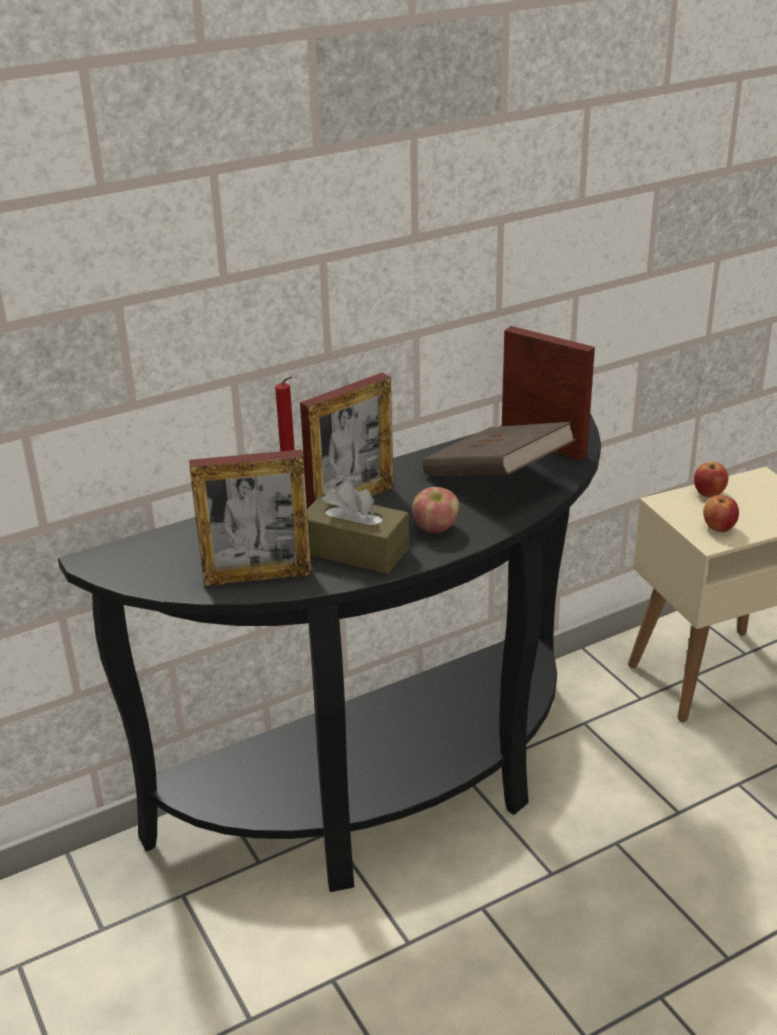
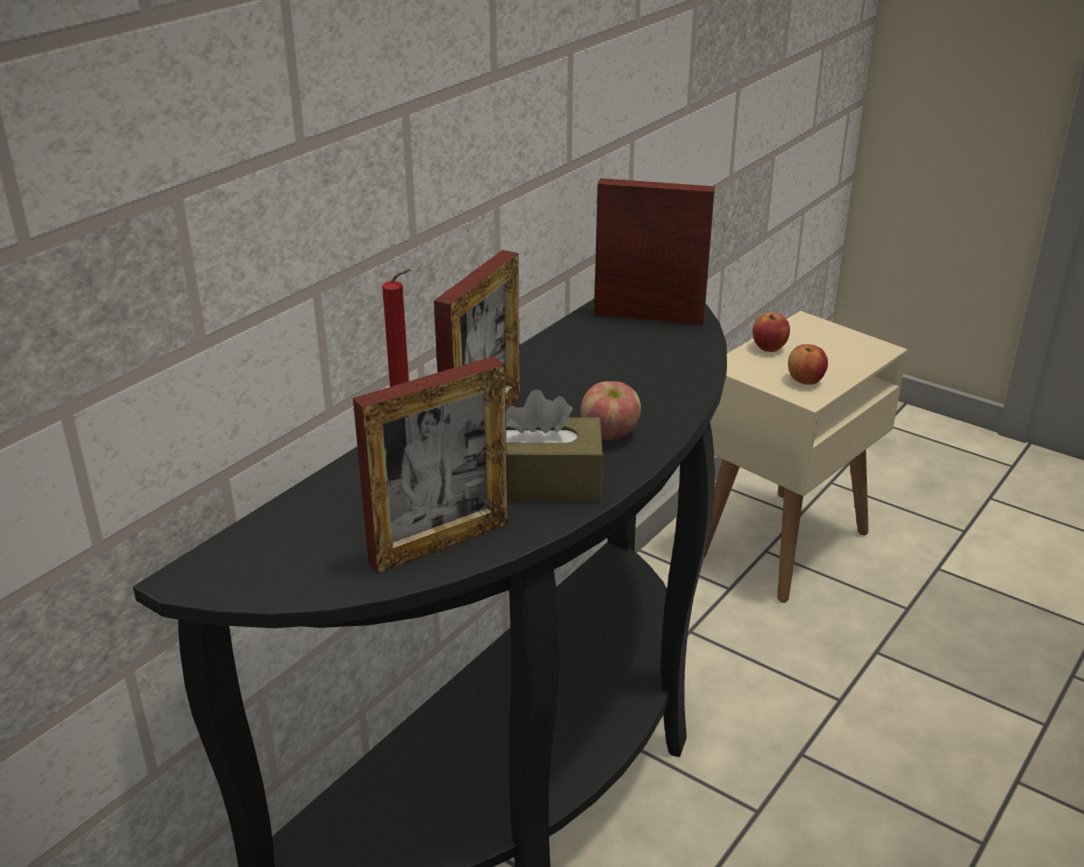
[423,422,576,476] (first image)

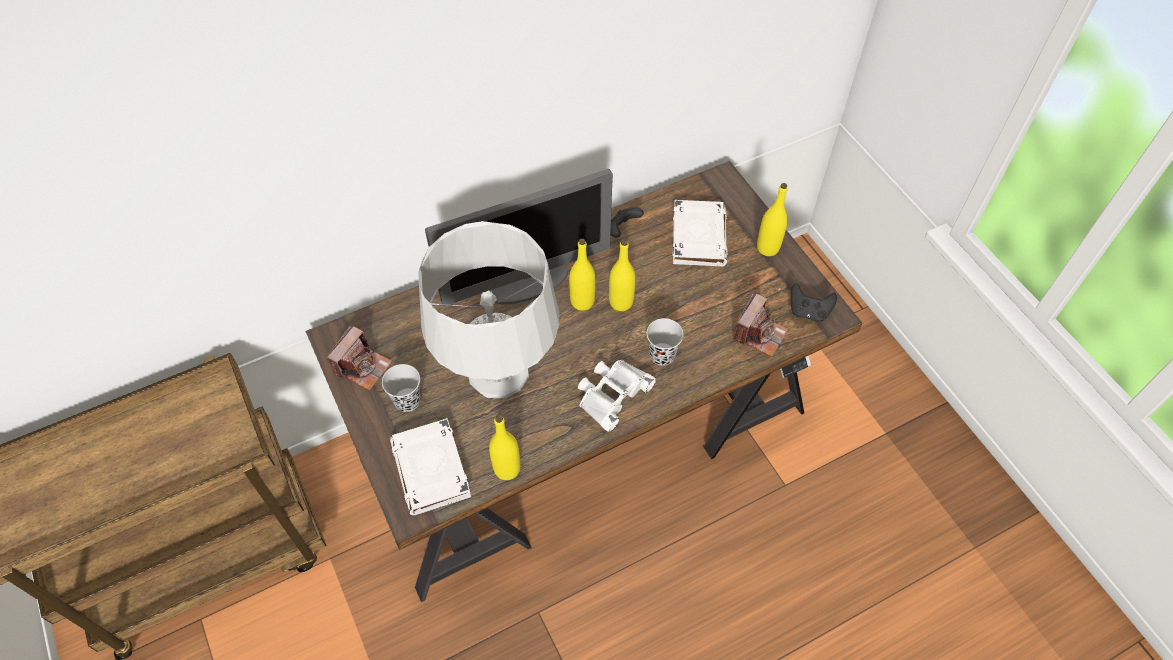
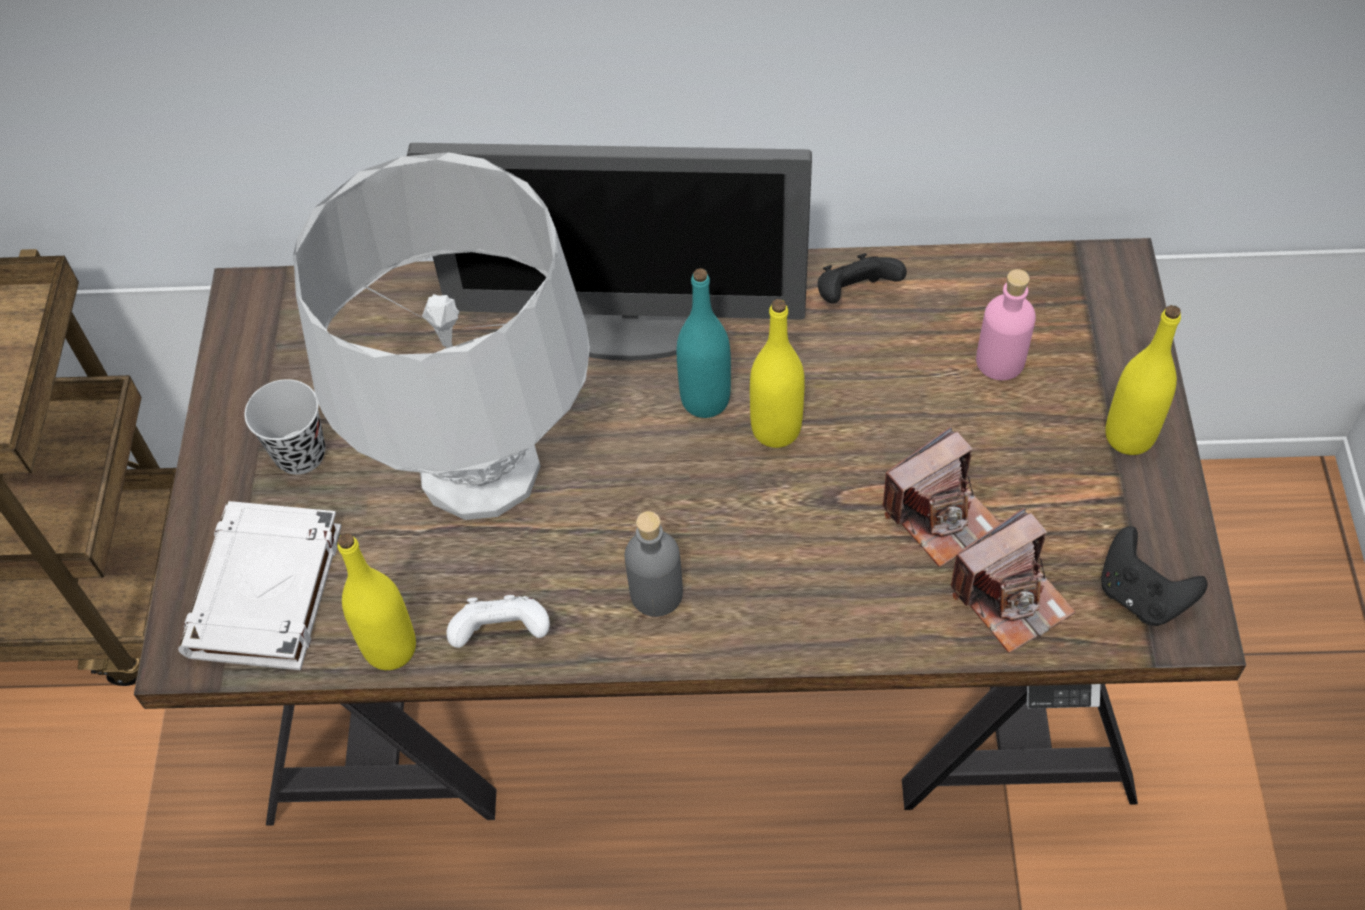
[976,269,1036,380]
[677,268,731,418]
[646,318,683,366] (first image)
[882,427,1001,567]
[625,511,683,617]
[447,595,550,648]

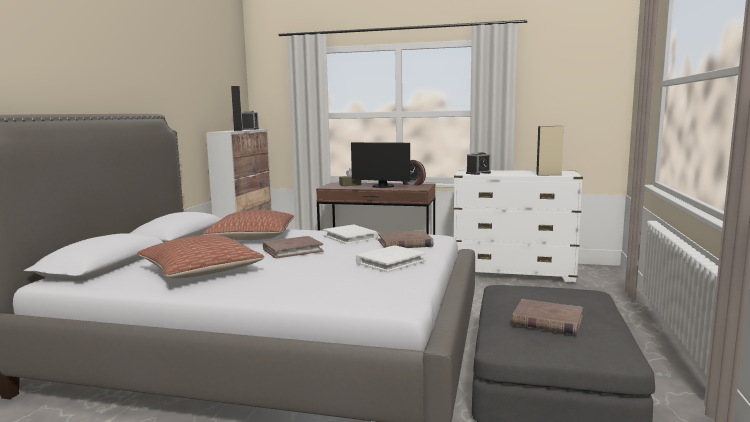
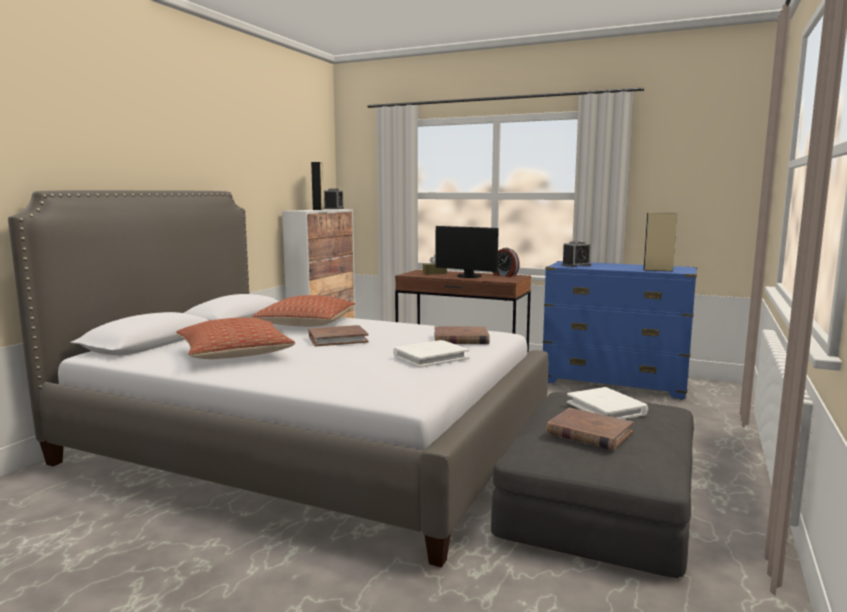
[543,261,697,399]
[567,387,648,419]

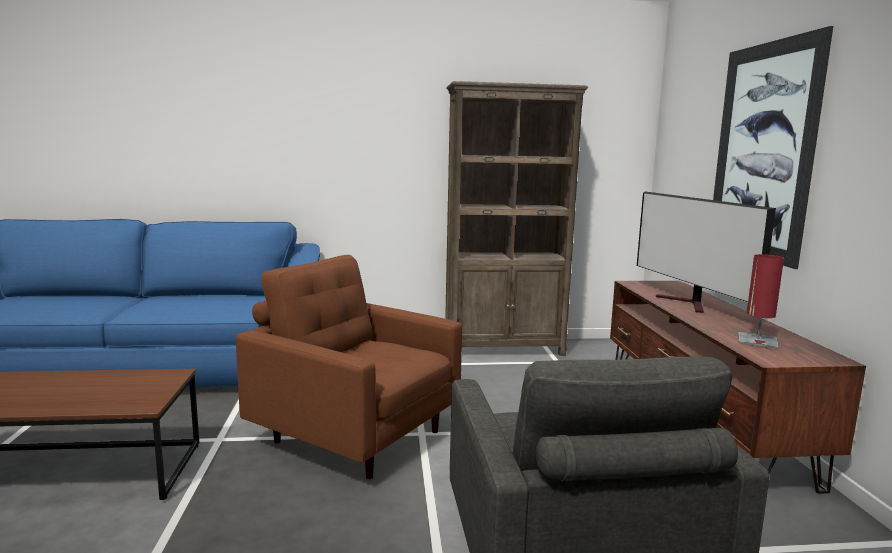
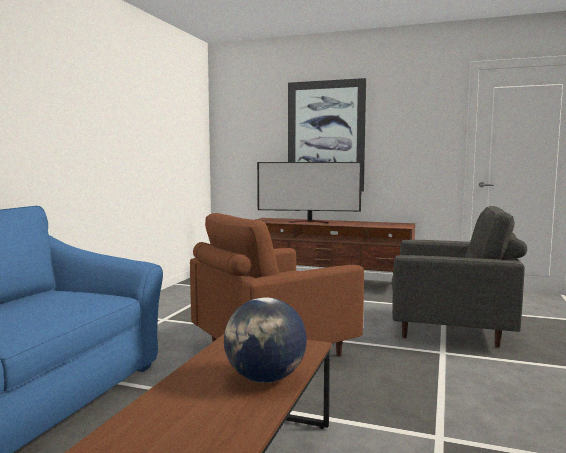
[445,81,588,356] (first image)
[738,254,784,349] (first image)
[224,297,307,383]

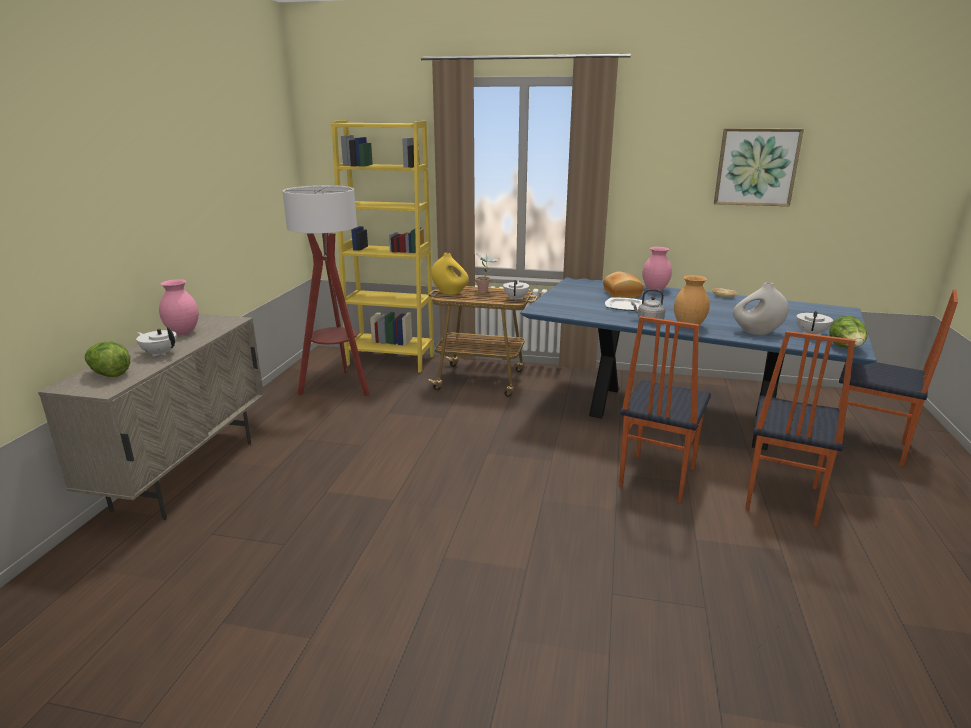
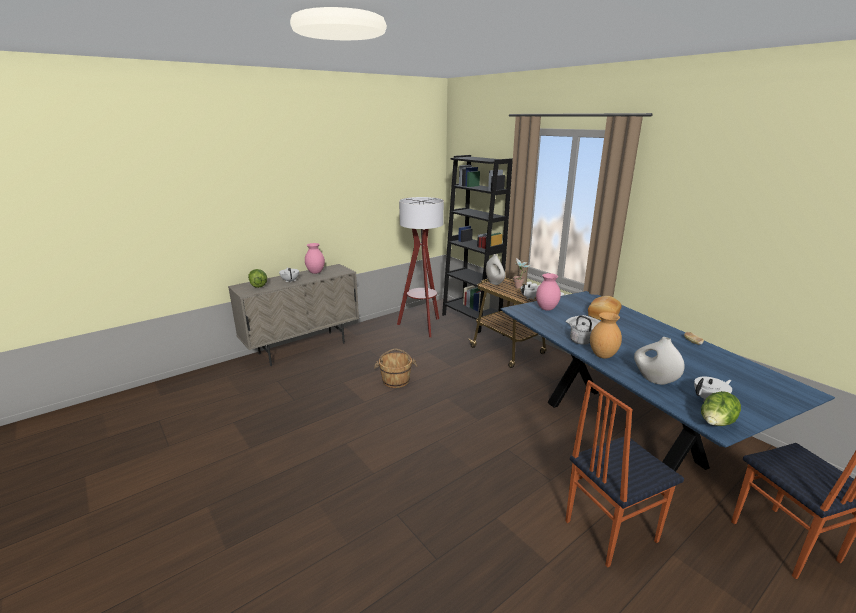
[442,155,513,333]
[714,128,804,206] (first image)
[536,273,561,311]
[486,254,505,285]
[619,316,711,503] (first image)
[374,349,417,388]

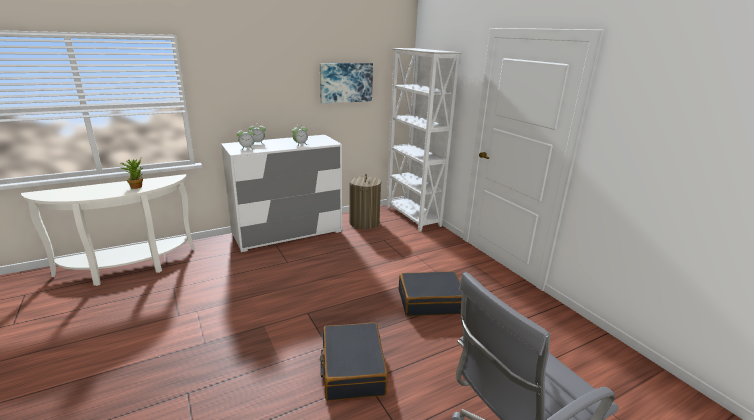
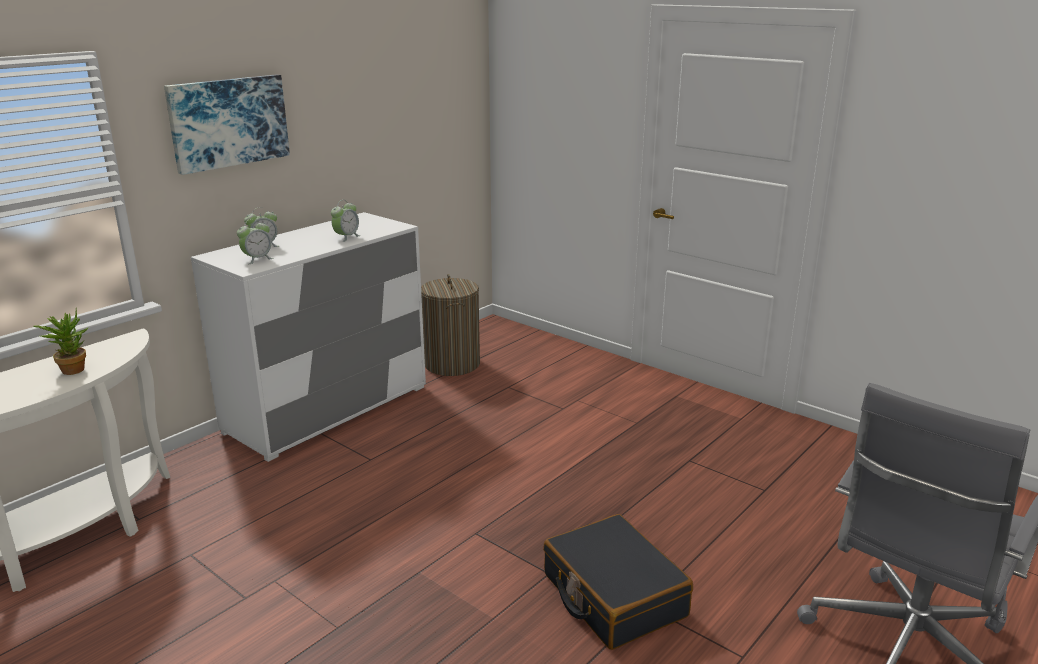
[387,48,462,232] (first image)
[164,74,290,175]
[399,271,462,316] (first image)

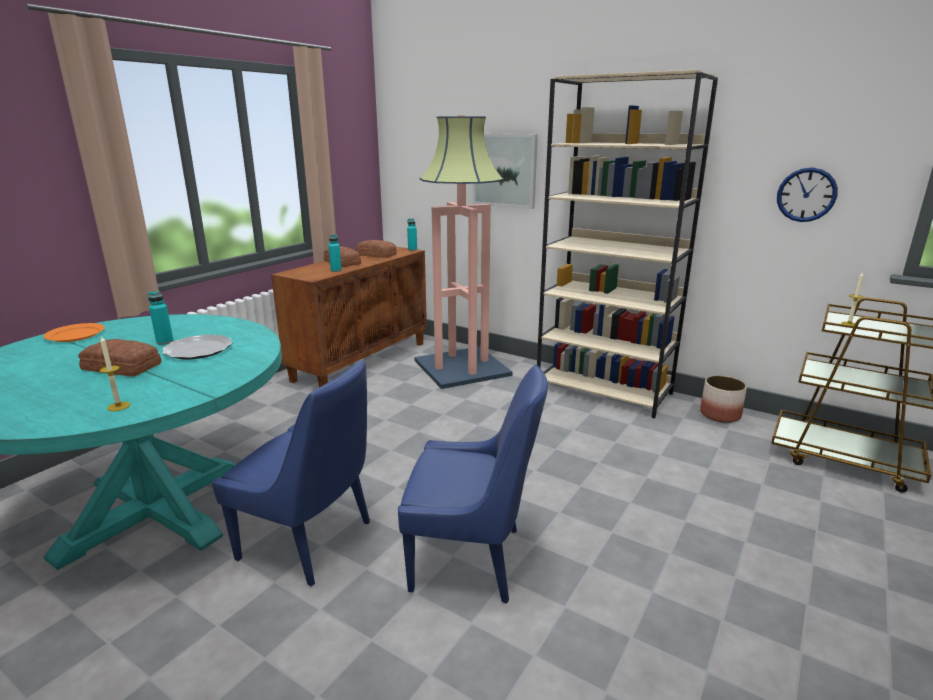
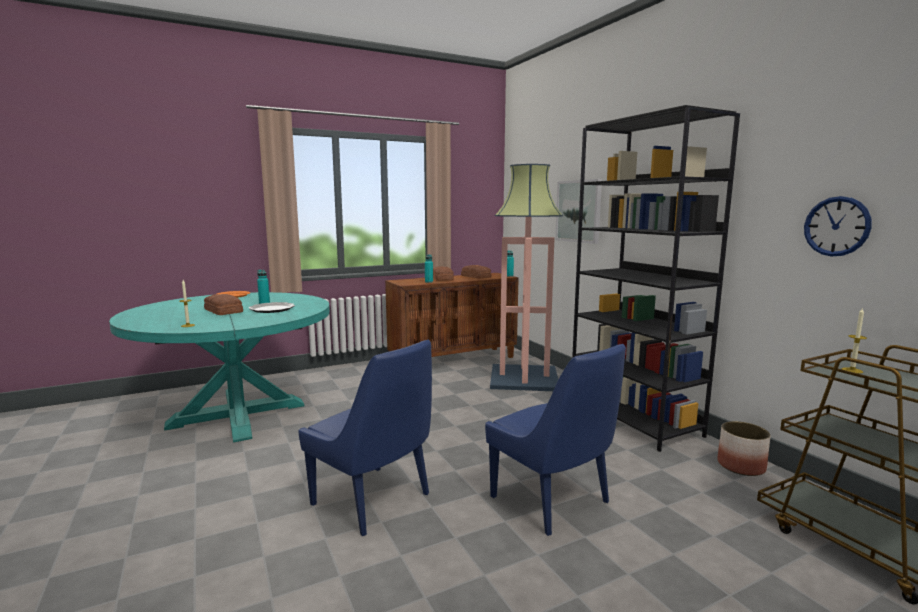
[572,105,740,452]
[485,344,626,536]

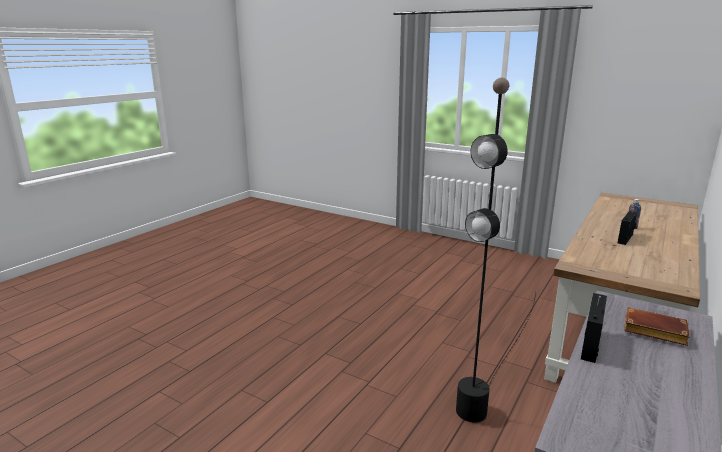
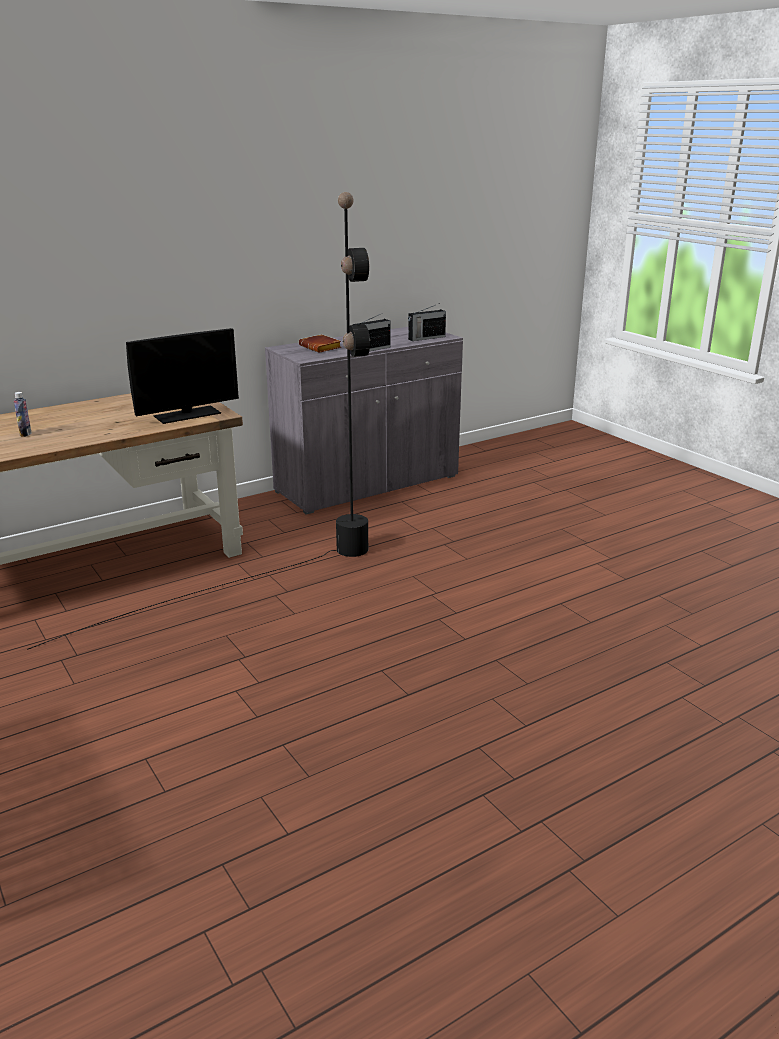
[408,303,446,341]
[126,328,239,424]

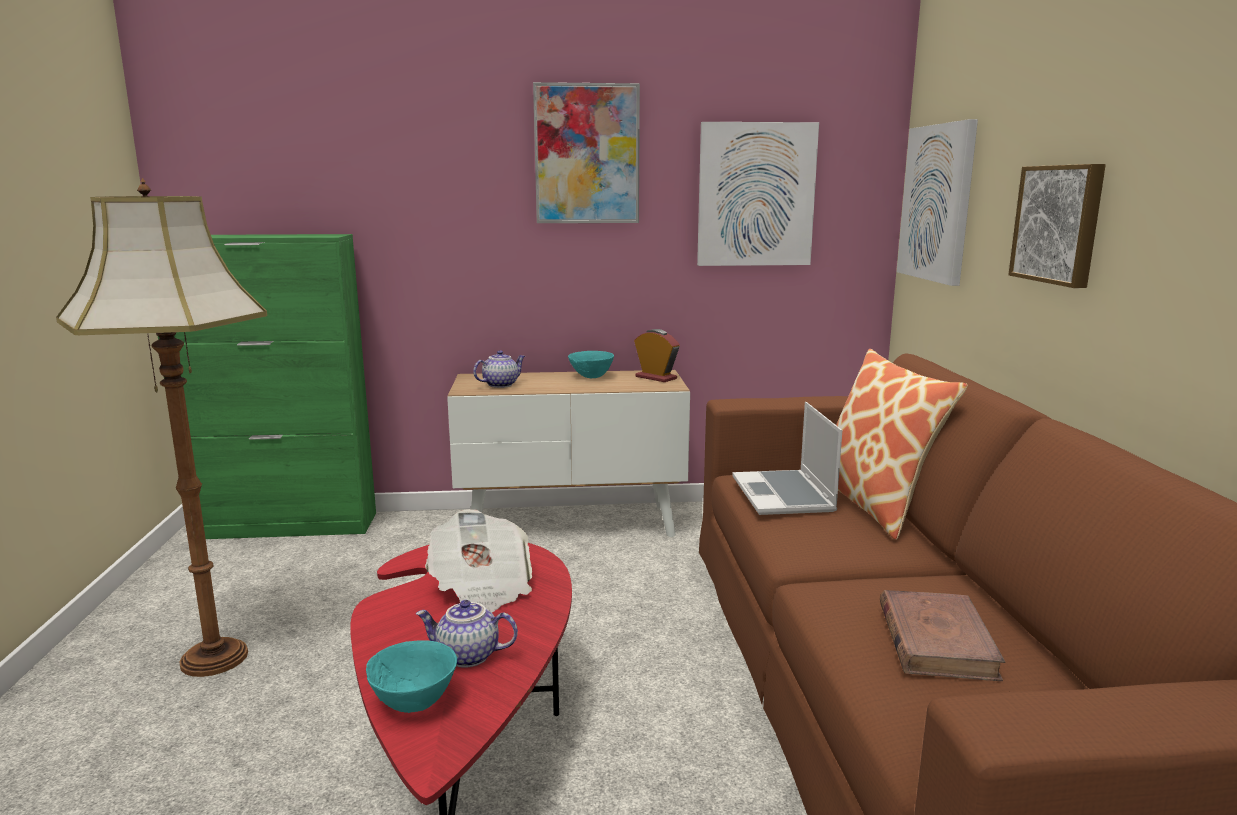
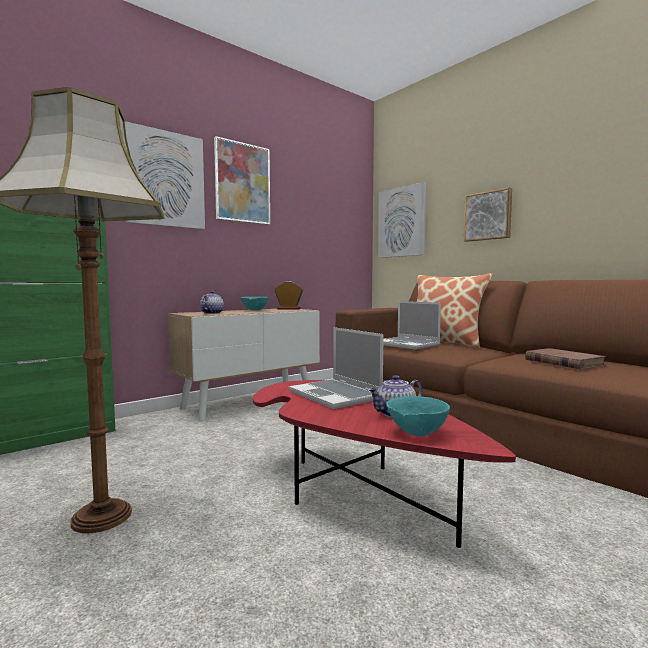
[125,121,205,229]
[289,327,384,409]

